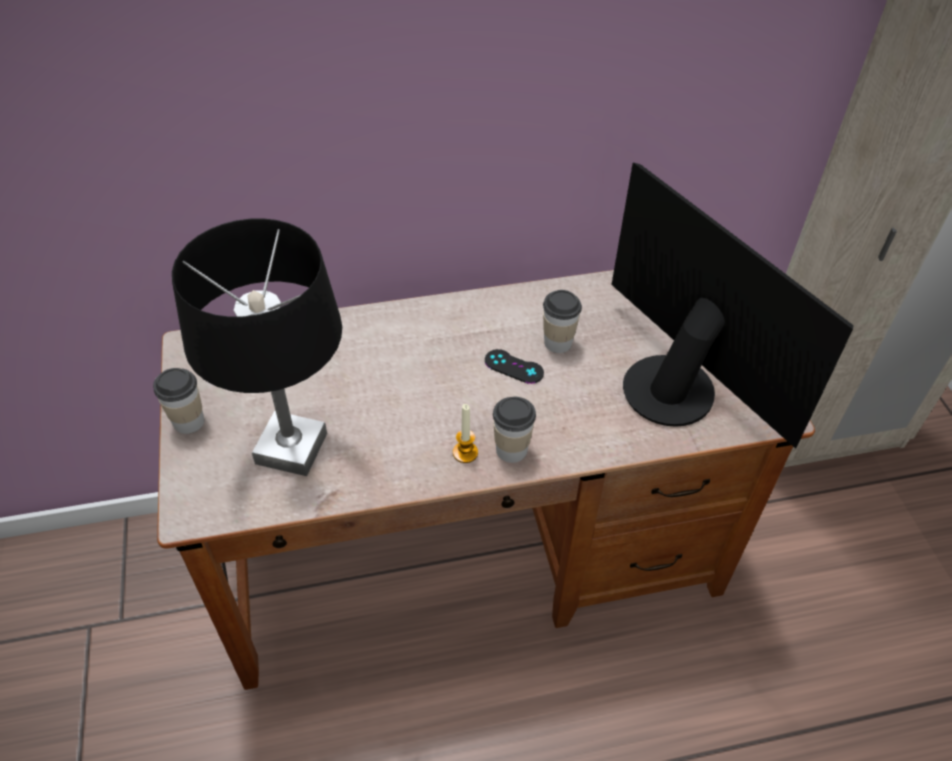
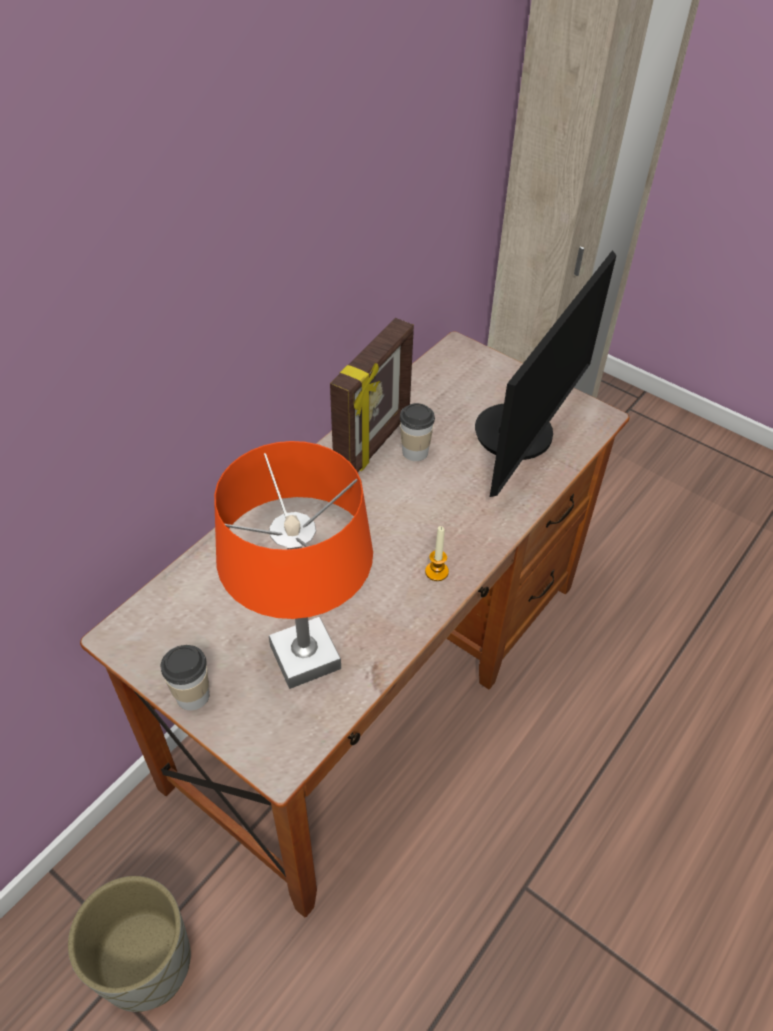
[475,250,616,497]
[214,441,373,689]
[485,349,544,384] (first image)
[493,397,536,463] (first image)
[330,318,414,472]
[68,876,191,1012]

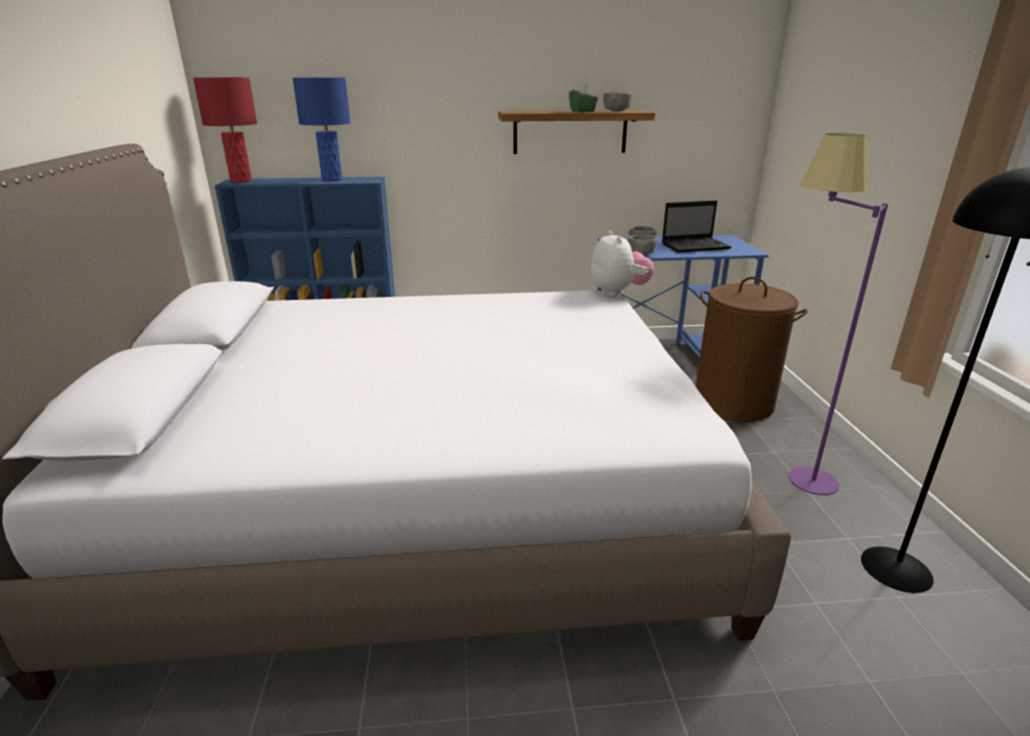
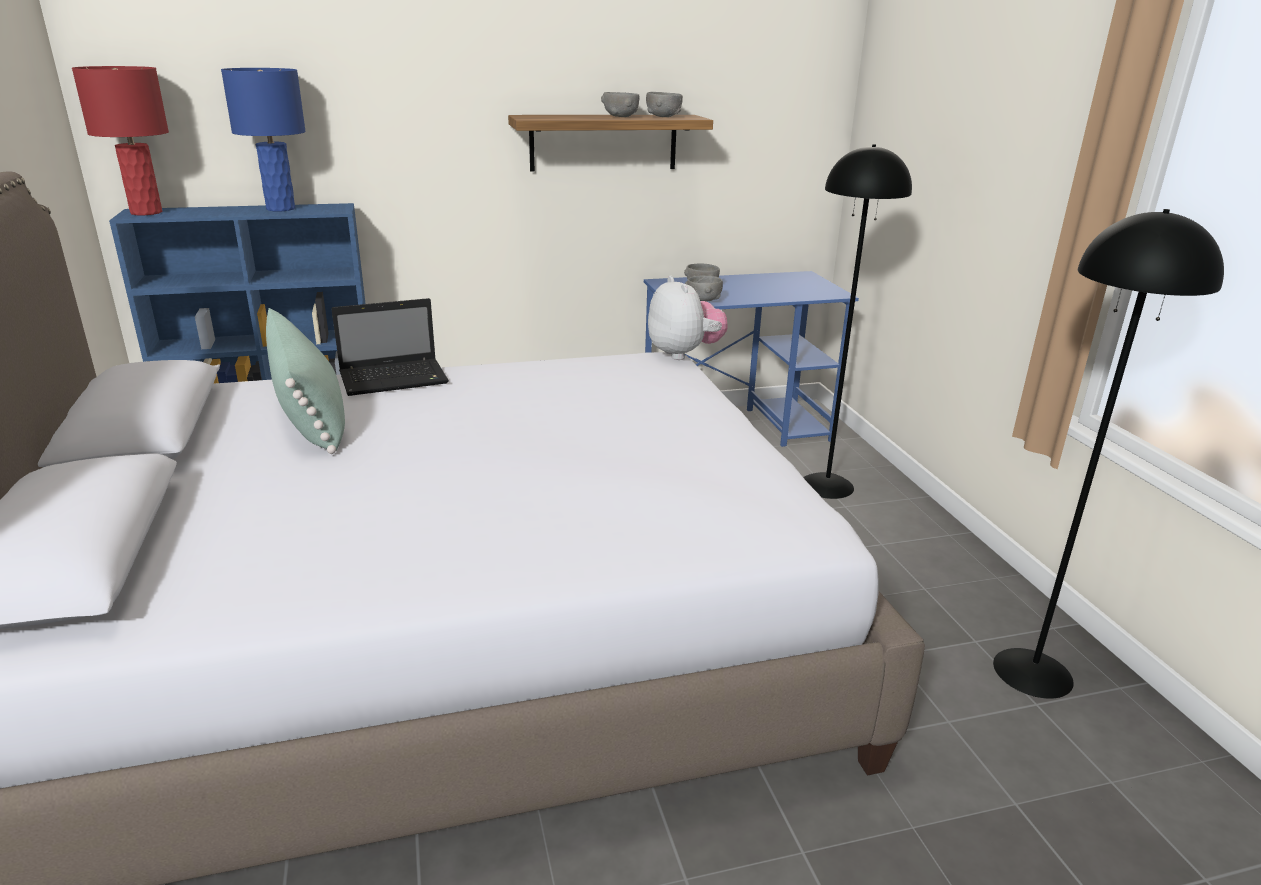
[601,92,640,117]
[788,133,888,495] (first image)
[331,298,449,396]
[803,144,912,499]
[266,308,345,454]

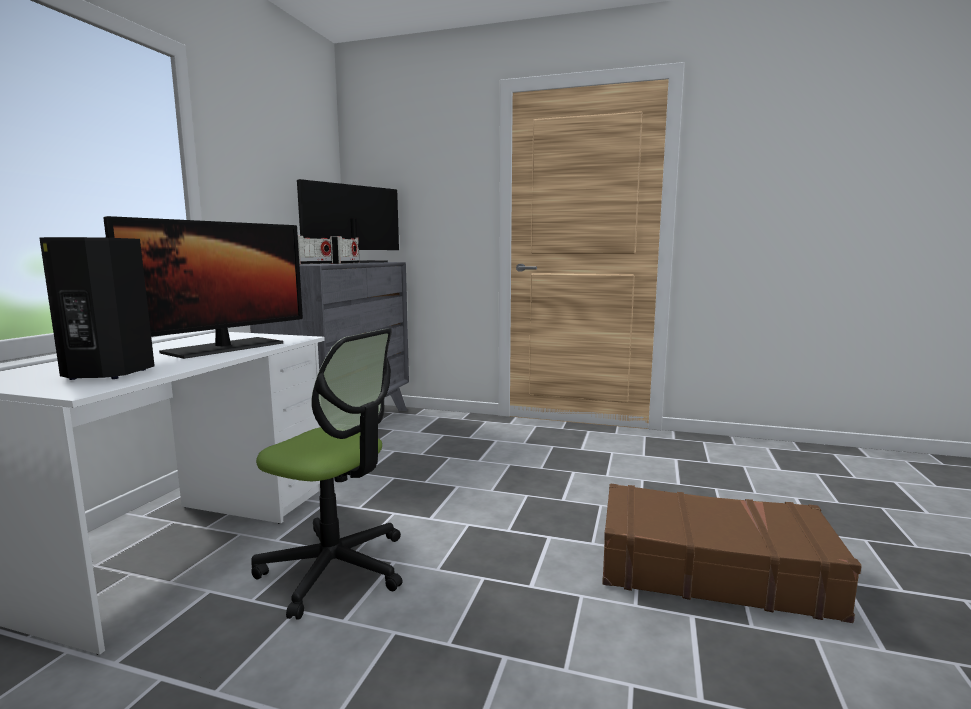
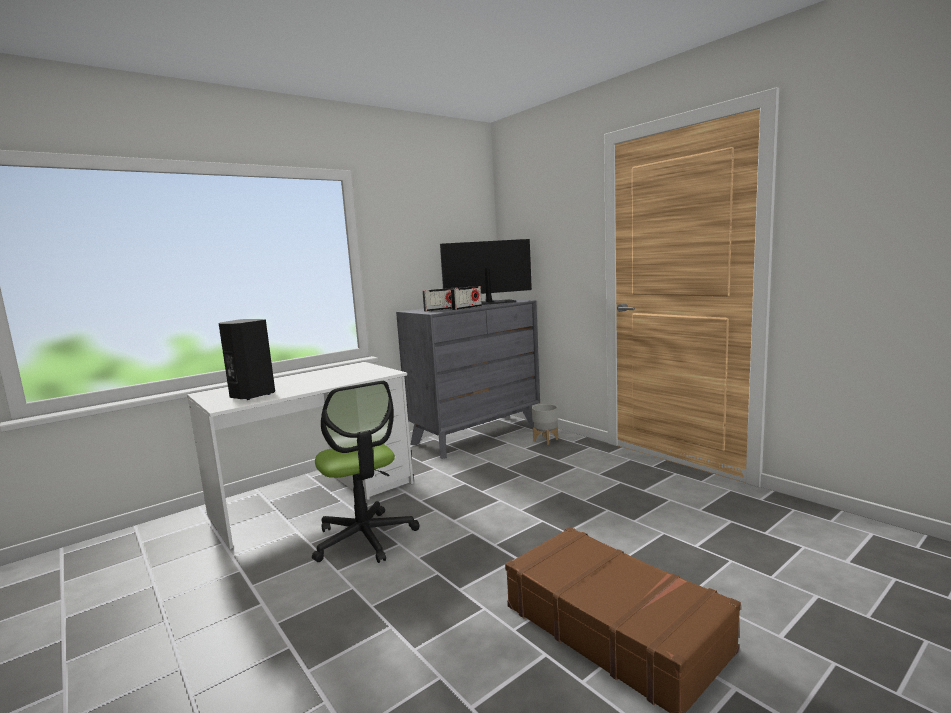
[103,216,303,359] (first image)
[532,404,558,445]

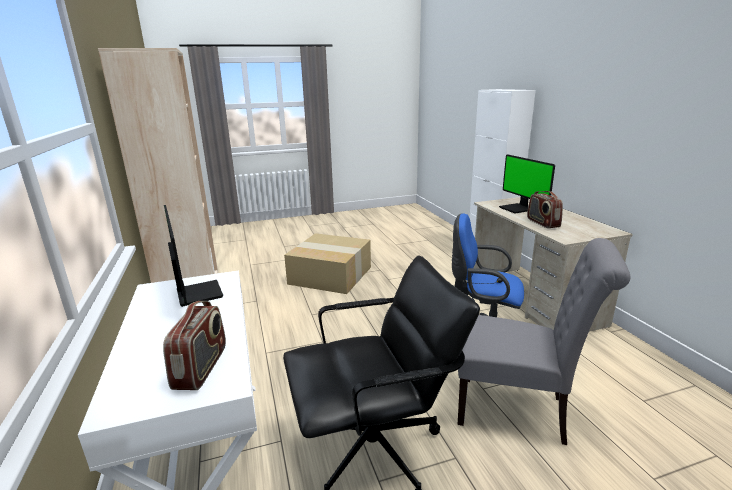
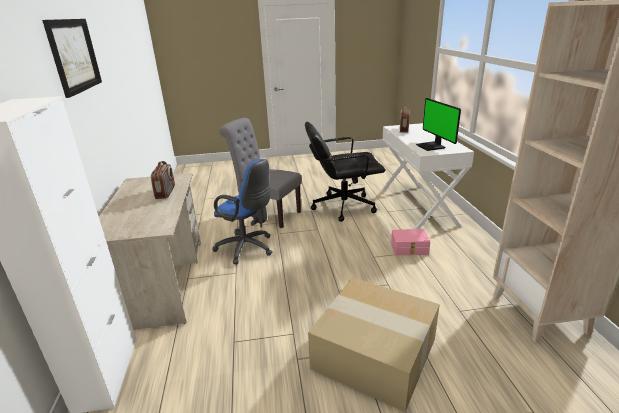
[499,154,555,214] (first image)
[42,19,102,98]
[391,229,430,255]

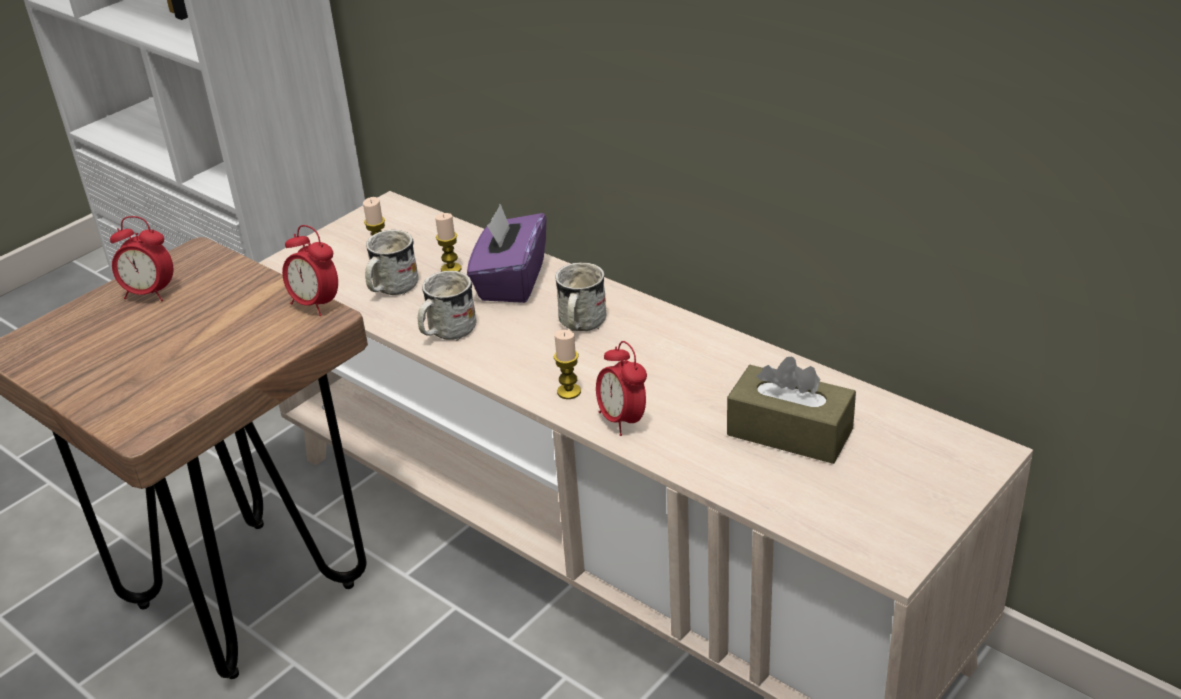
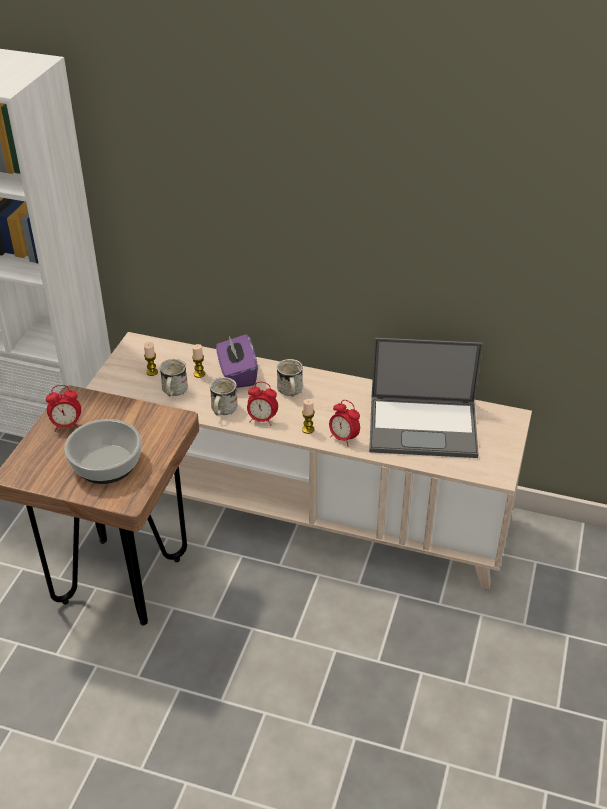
[247,382,278,426]
[369,338,483,458]
[64,419,141,484]

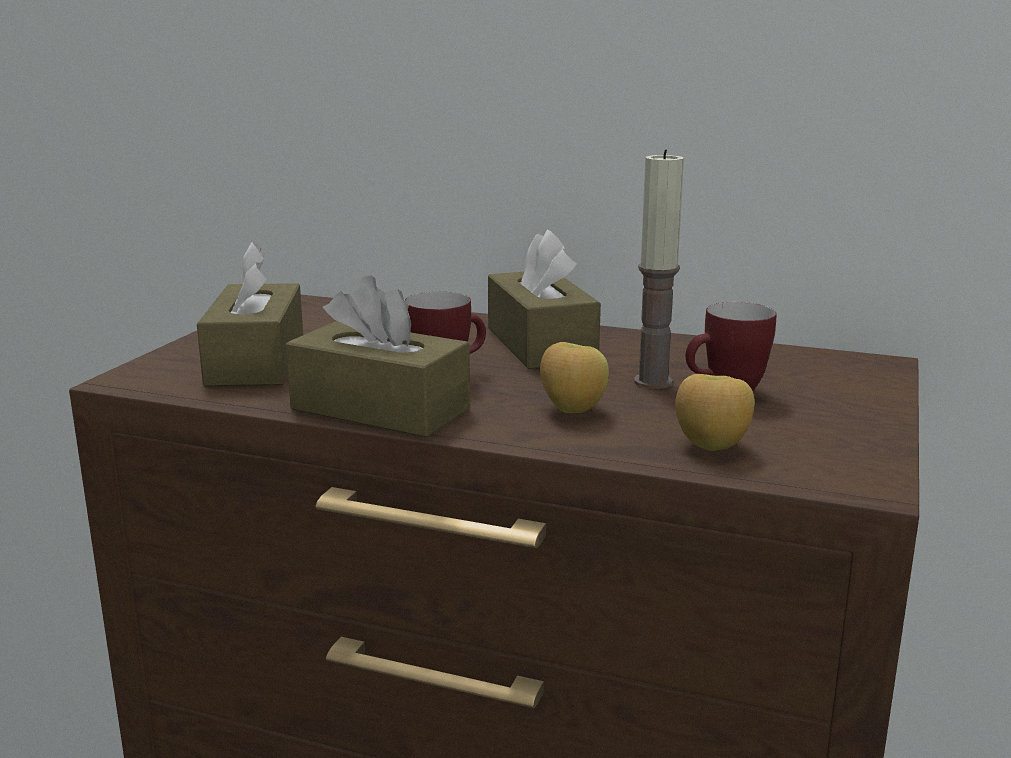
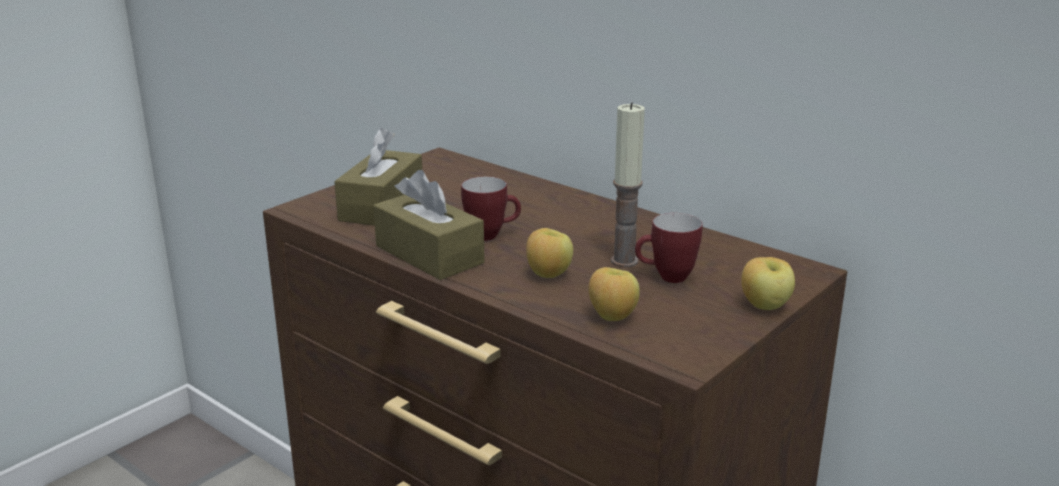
[488,229,601,369] (first image)
[741,257,795,310]

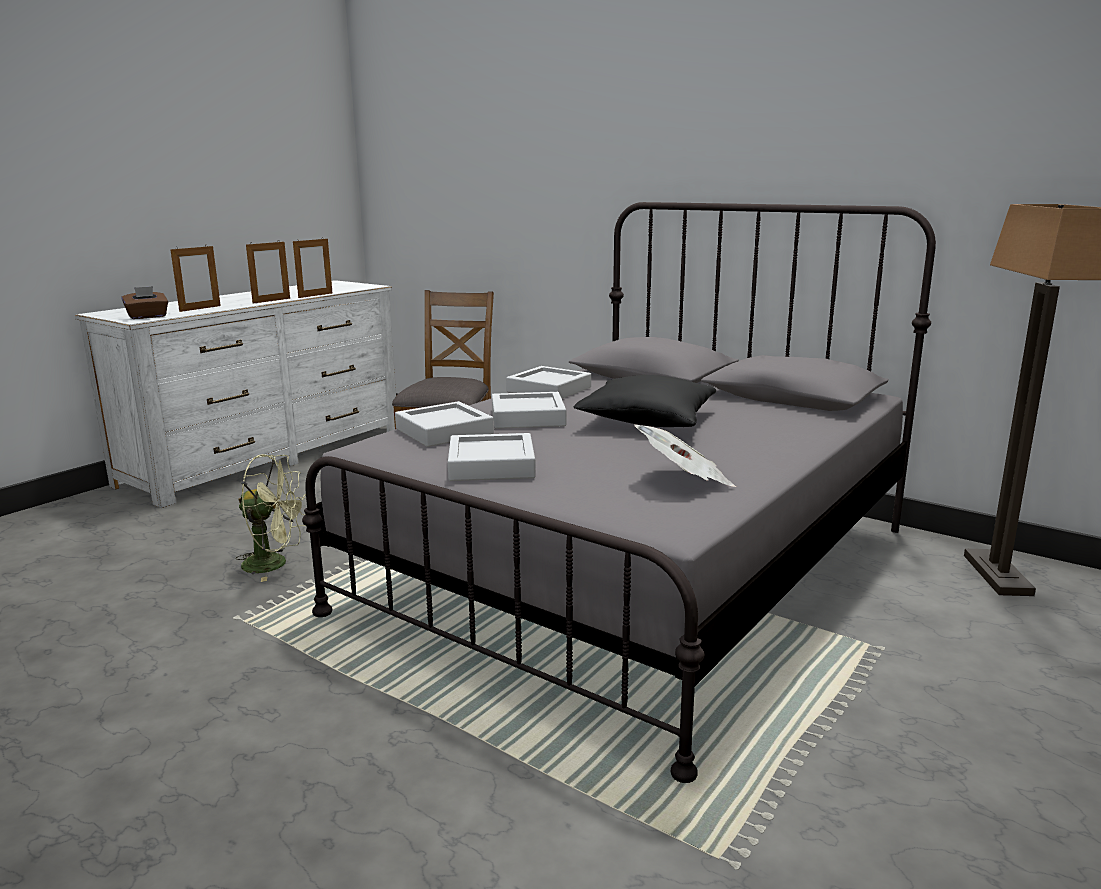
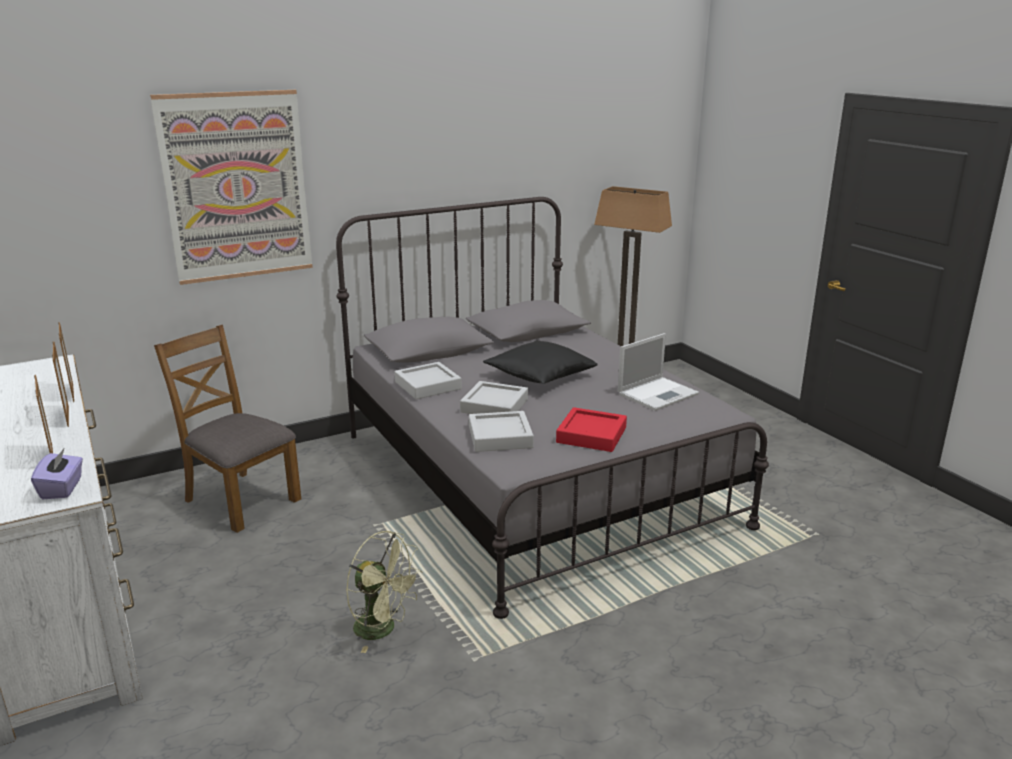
[31,449,83,499]
[618,333,699,411]
[556,407,627,452]
[346,531,422,653]
[150,90,313,285]

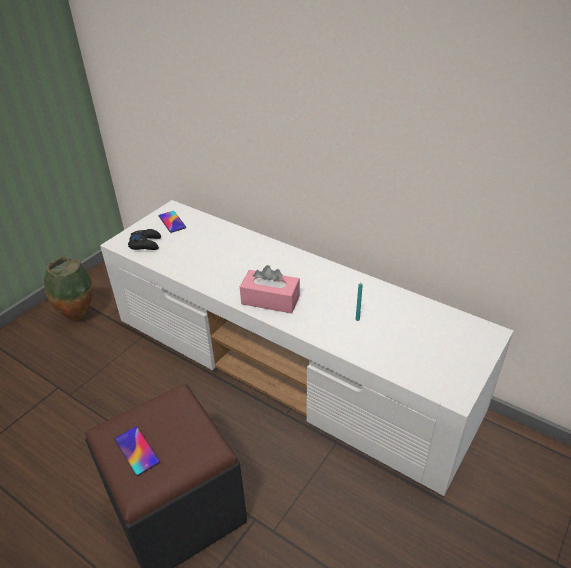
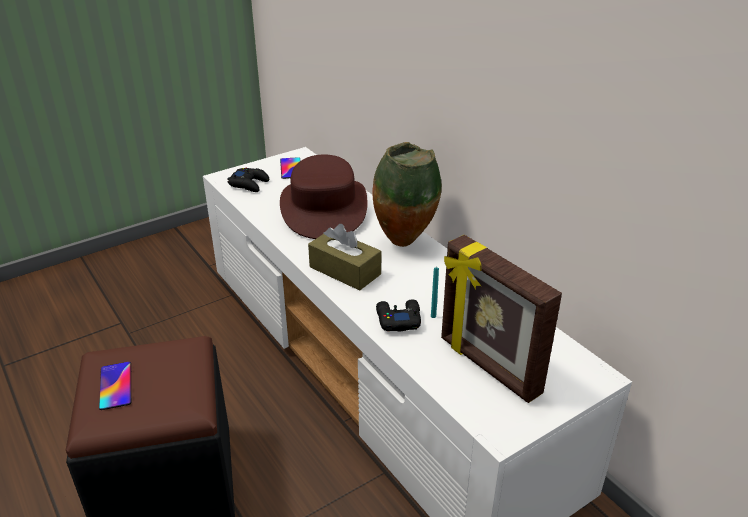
[372,142,442,247]
[308,224,381,291]
[280,154,368,239]
[441,235,562,403]
[376,299,421,331]

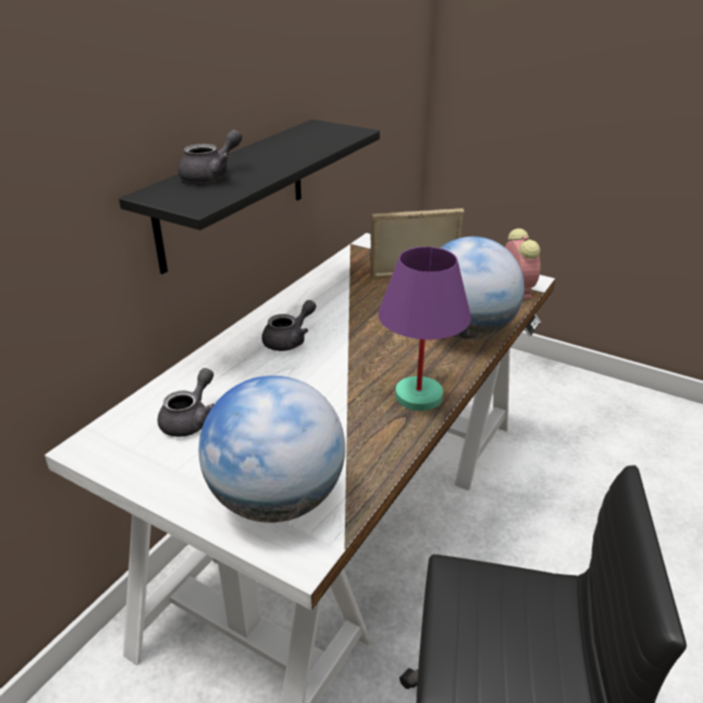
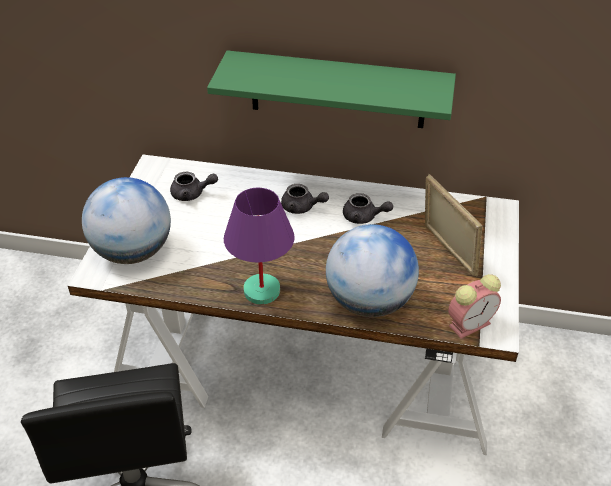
[207,50,456,128]
[343,193,393,224]

